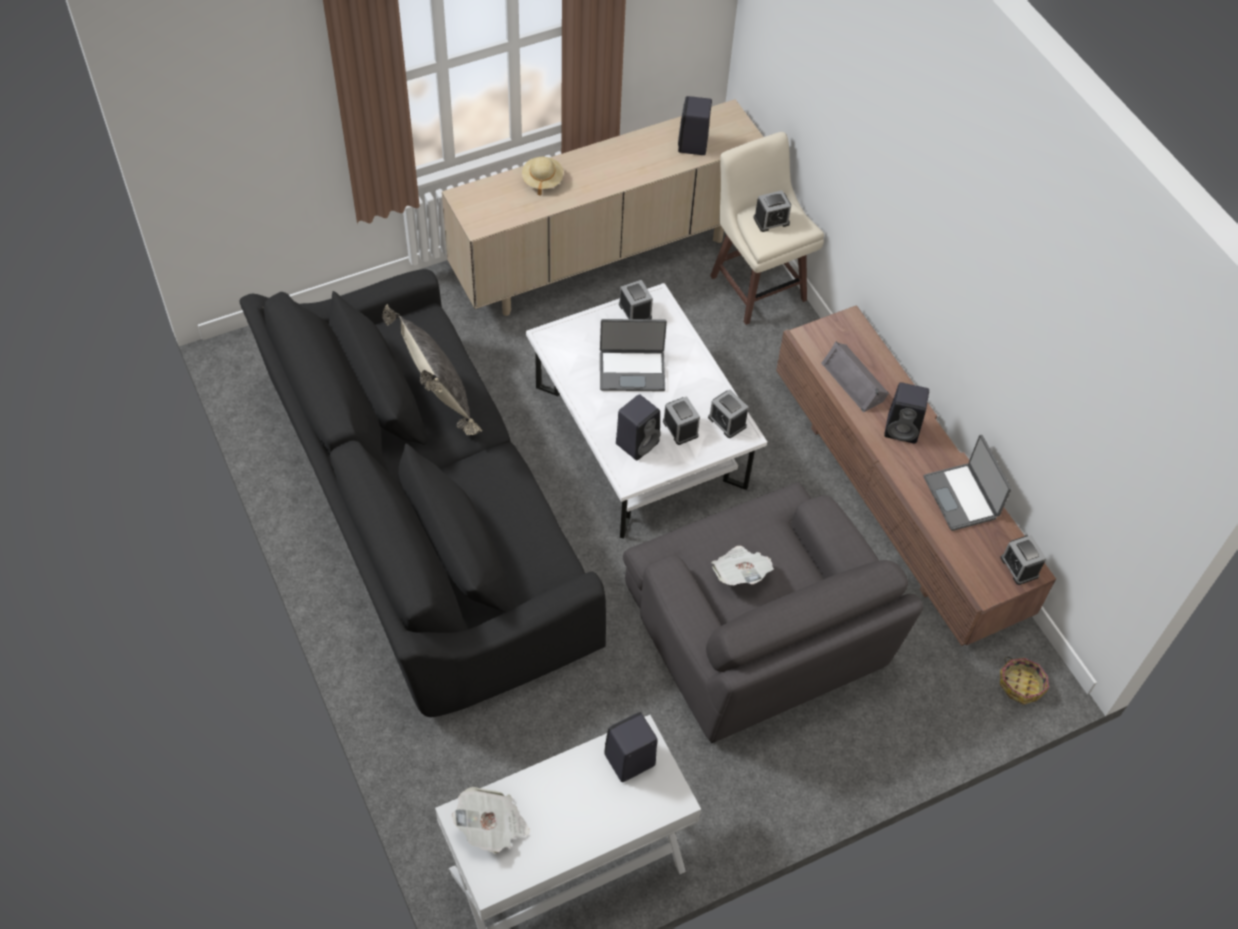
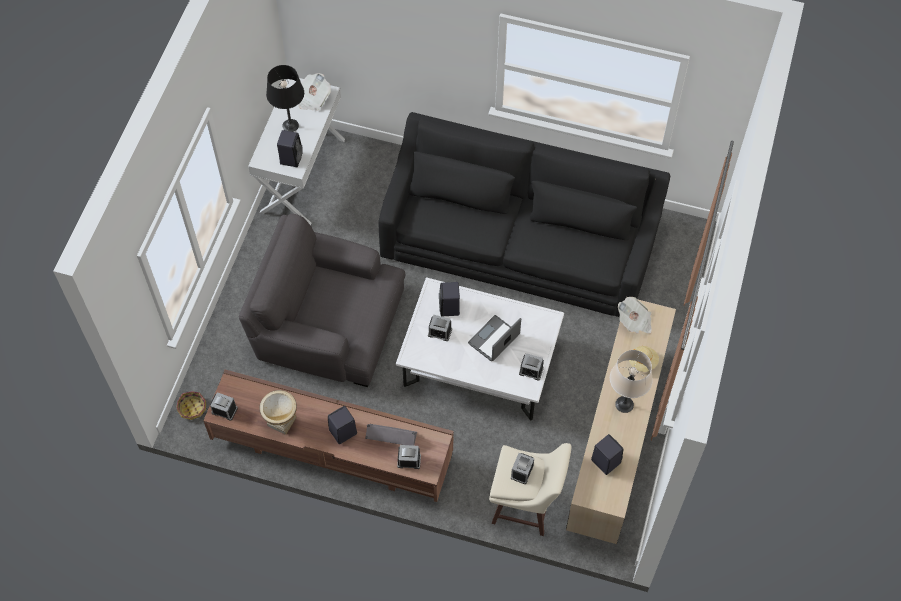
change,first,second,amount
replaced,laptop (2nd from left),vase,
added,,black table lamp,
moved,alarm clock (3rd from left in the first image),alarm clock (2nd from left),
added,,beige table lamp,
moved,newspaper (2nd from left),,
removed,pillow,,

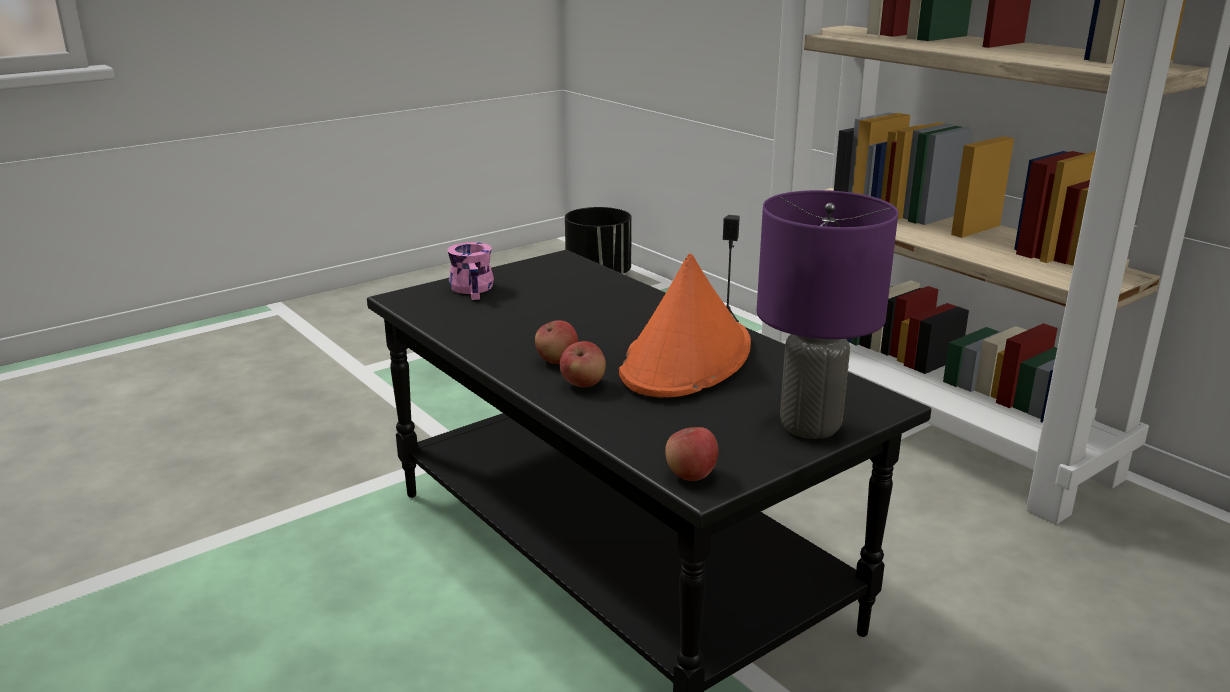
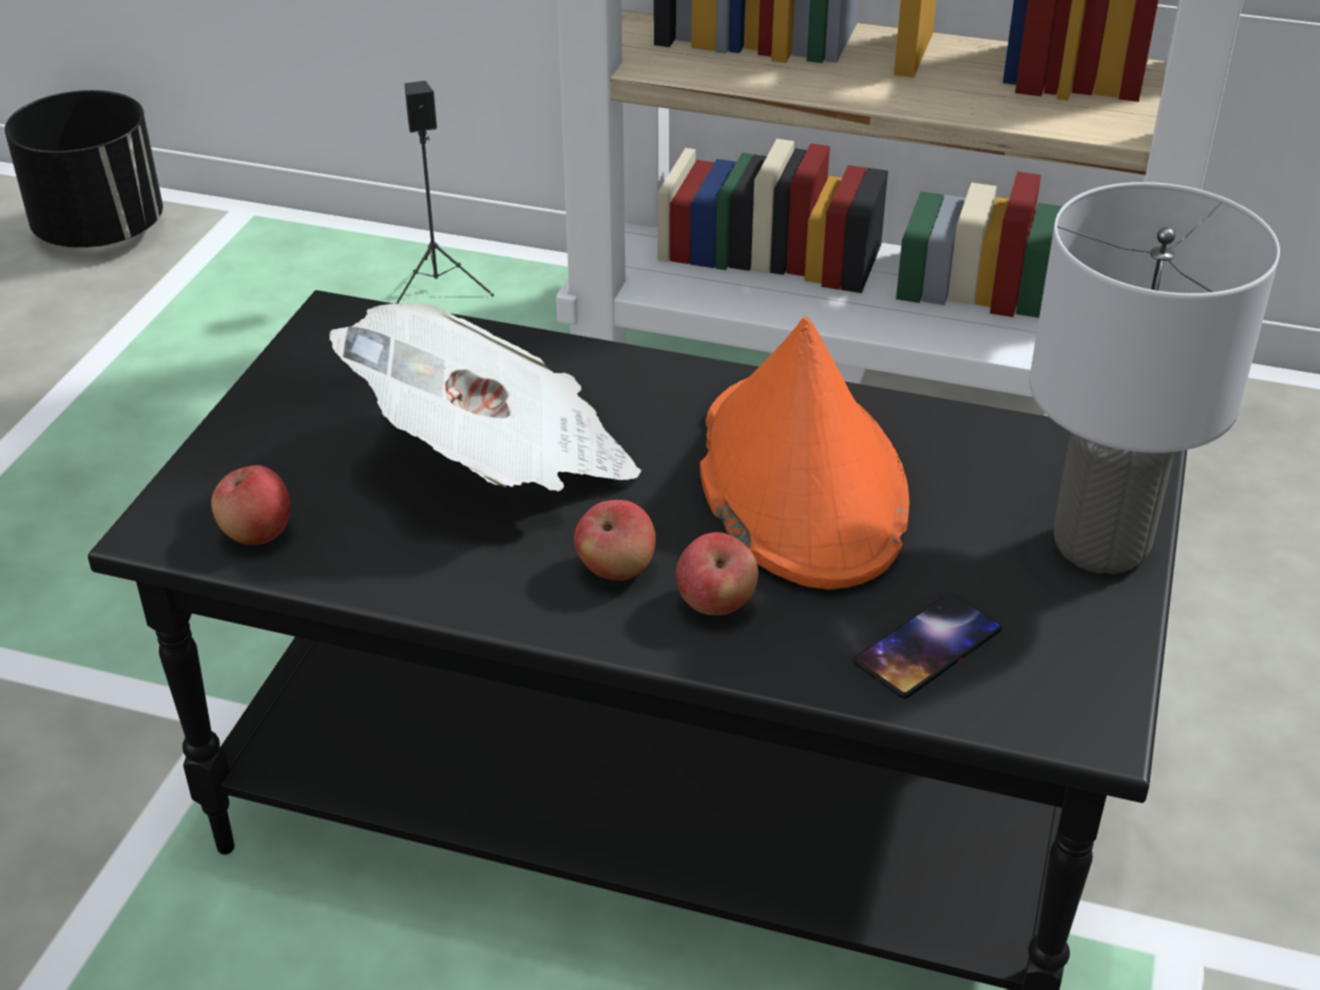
change,first,second,amount
moved,apple (3rd from left in the first image),apple (1st from left),
added,,newspaper,
added,,phone,
recoloured,purple table lamp,white table lamp,
removed,pink mug,,

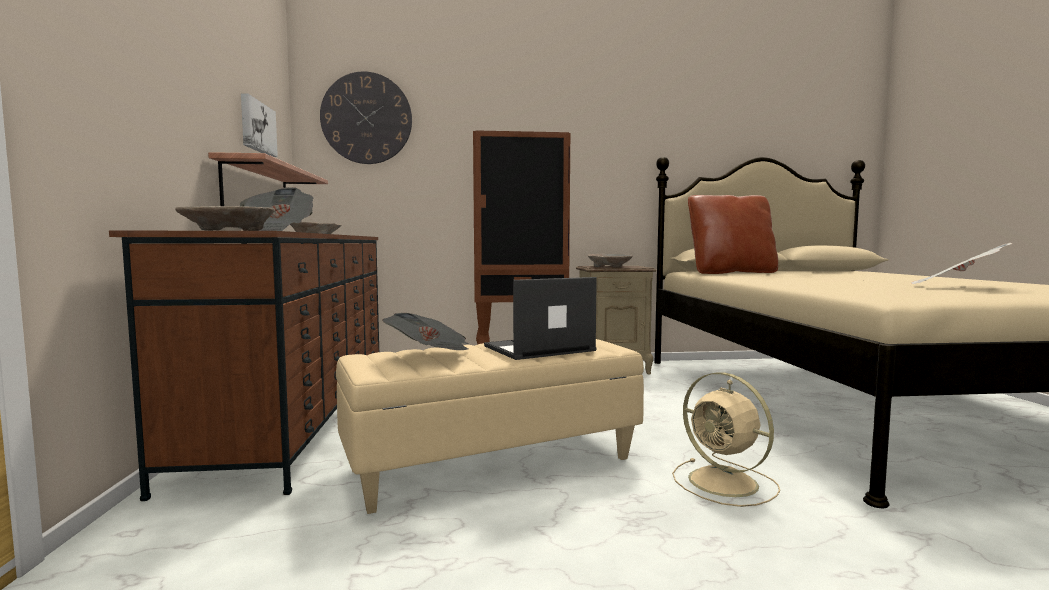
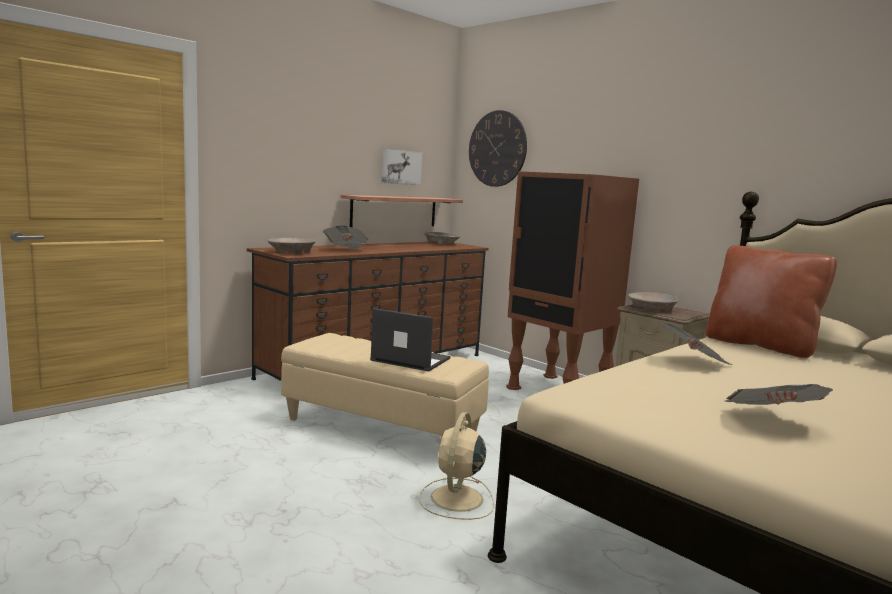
change,first,second,amount
moved,newspaper (2nd from left),,

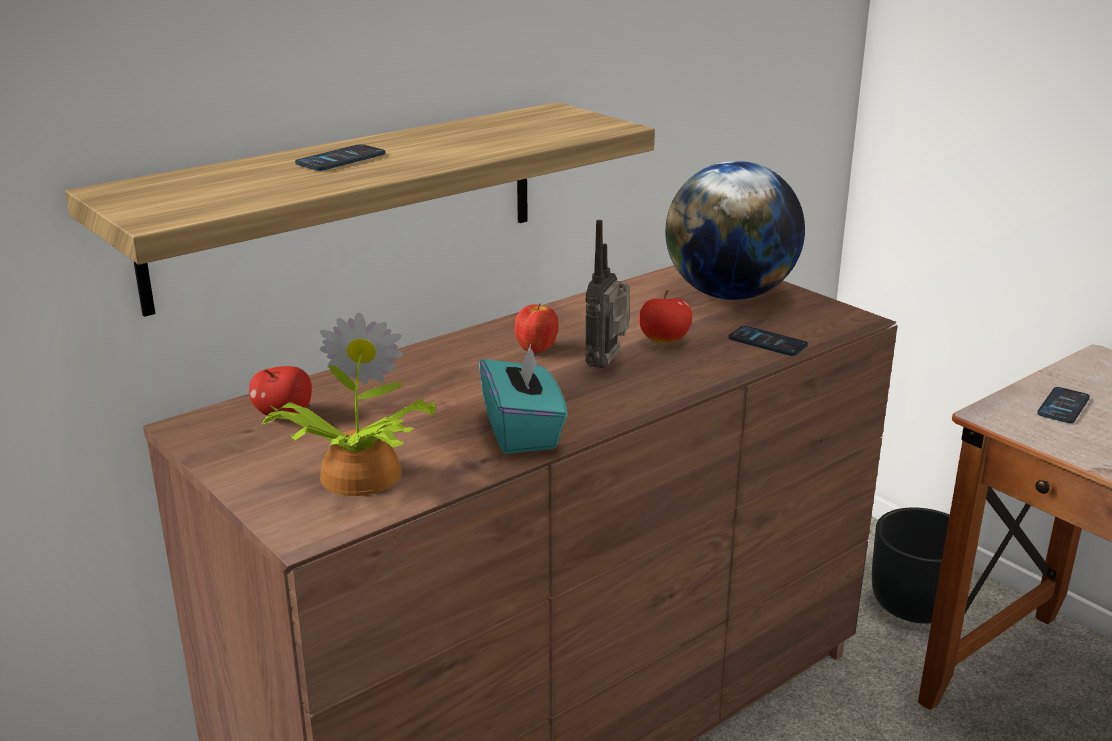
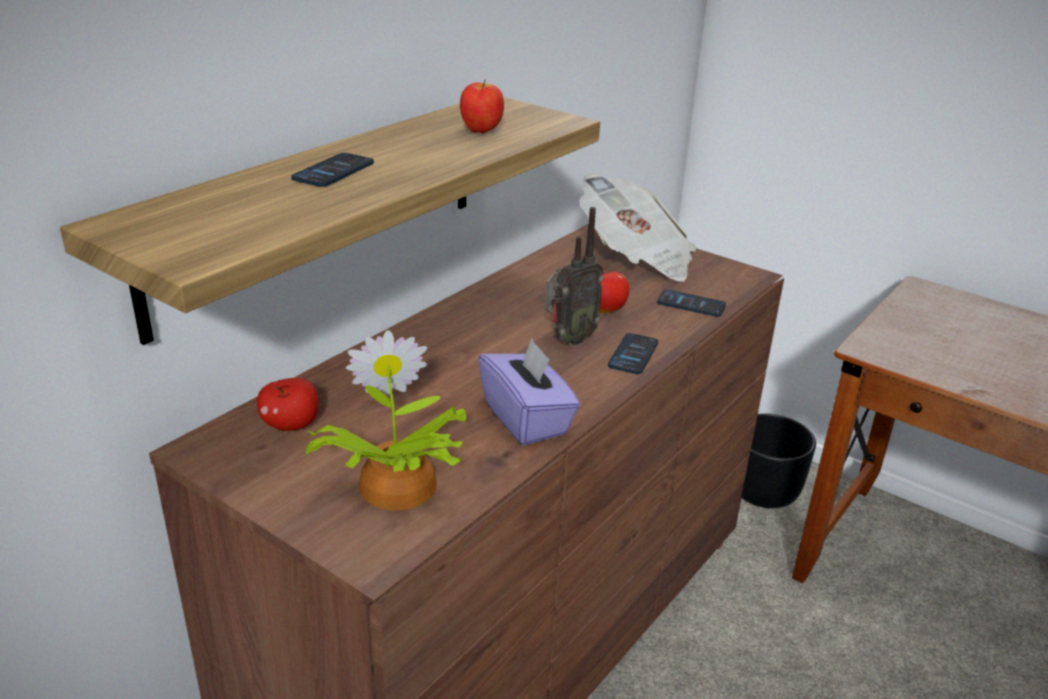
change,first,second,amount
moved,apple (2nd from left),,
recoloured,turquoise tissue box,purple tissue box,
turned,radio,,135 degrees counterclockwise
replaced,globe,newspaper,
moved,phone (3rd from left in the first image),phone (2nd from left),

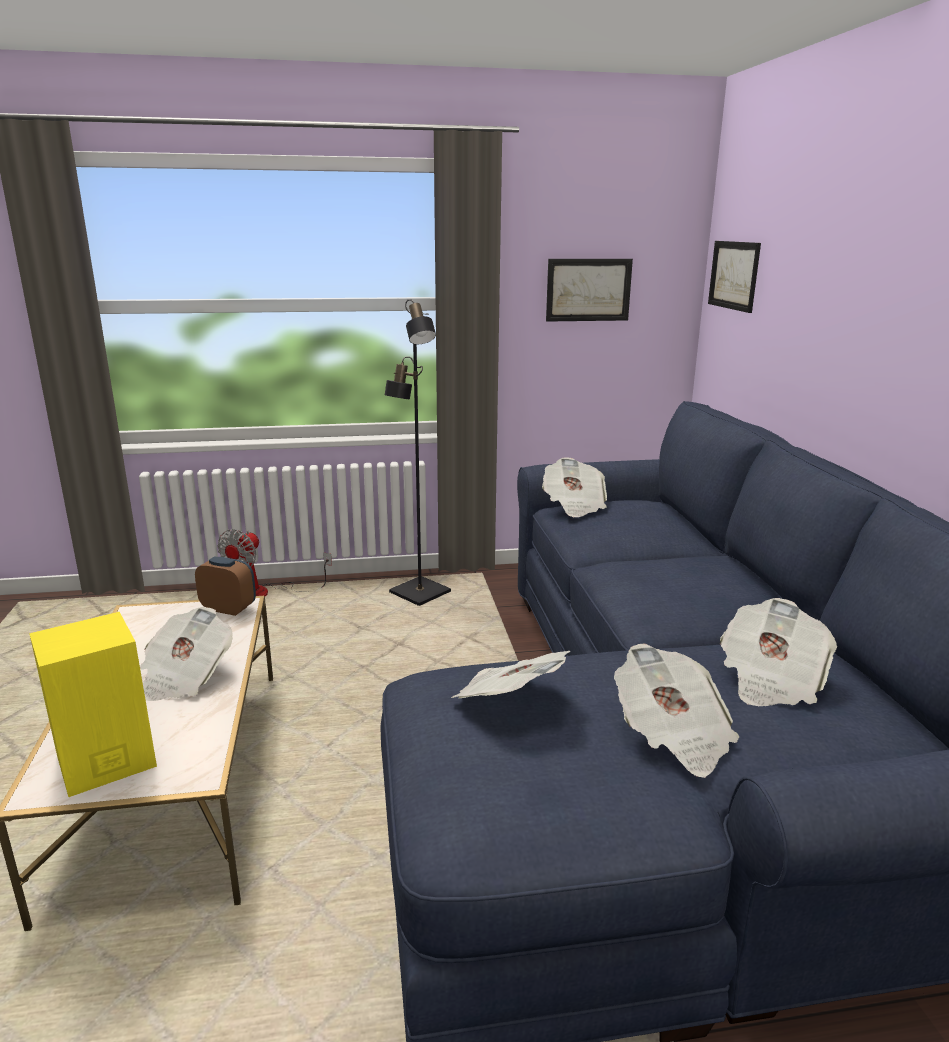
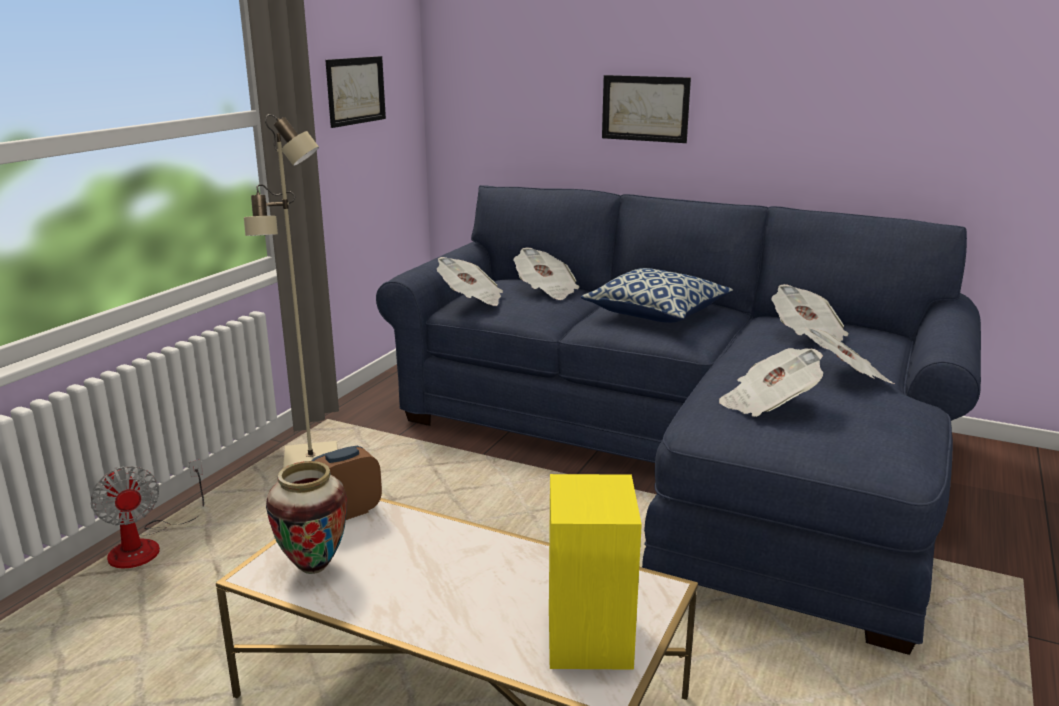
change,first,second,amount
recoloured,black floor lamp,beige floor lamp,
added,,vase,
moved,newspaper (1st from left in the first image),newspaper (2nd from left),
added,,pillow,
moved,picture (2nd from left),,

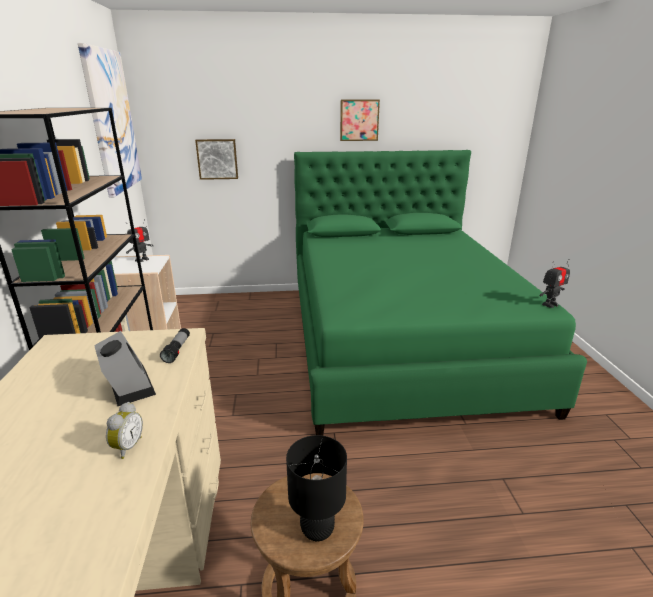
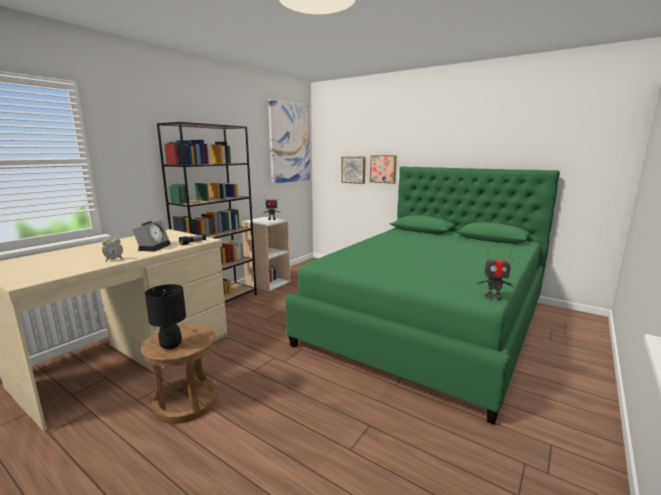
change,first,second,amount
moved,picture (3rd from left),,

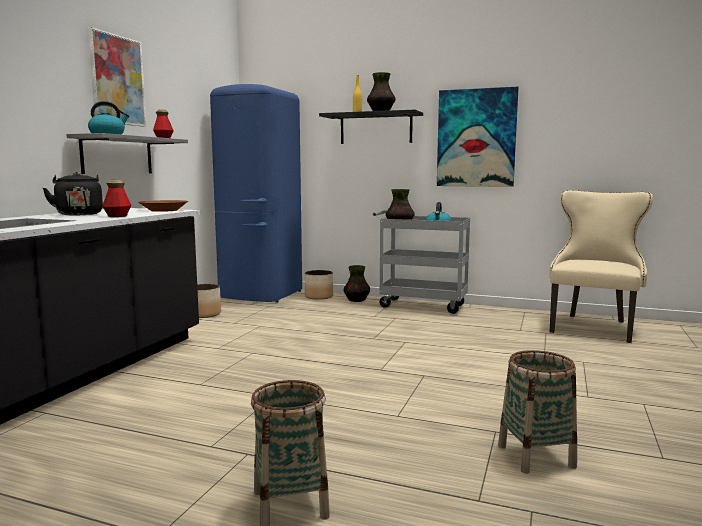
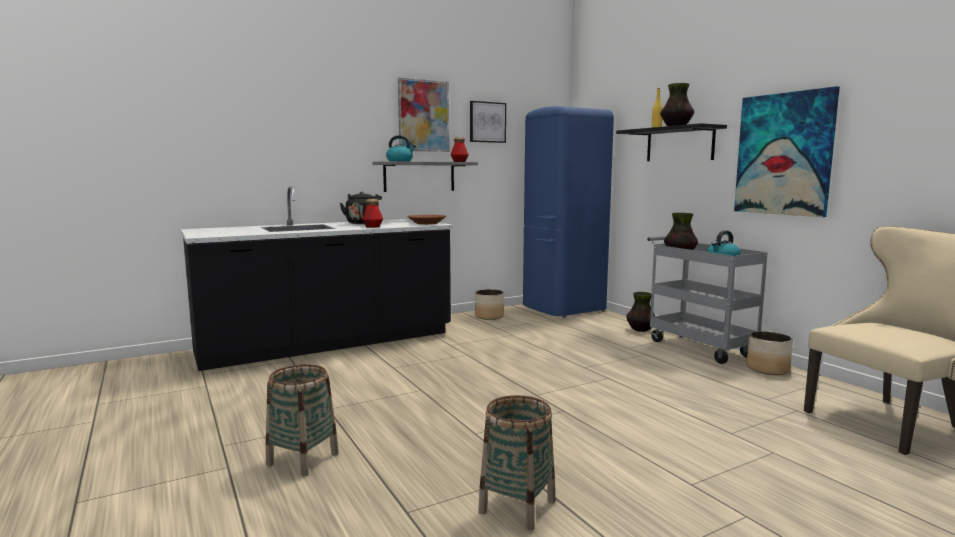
change,first,second,amount
added,,picture (2nd from left),
moved,planter (2nd from left),,

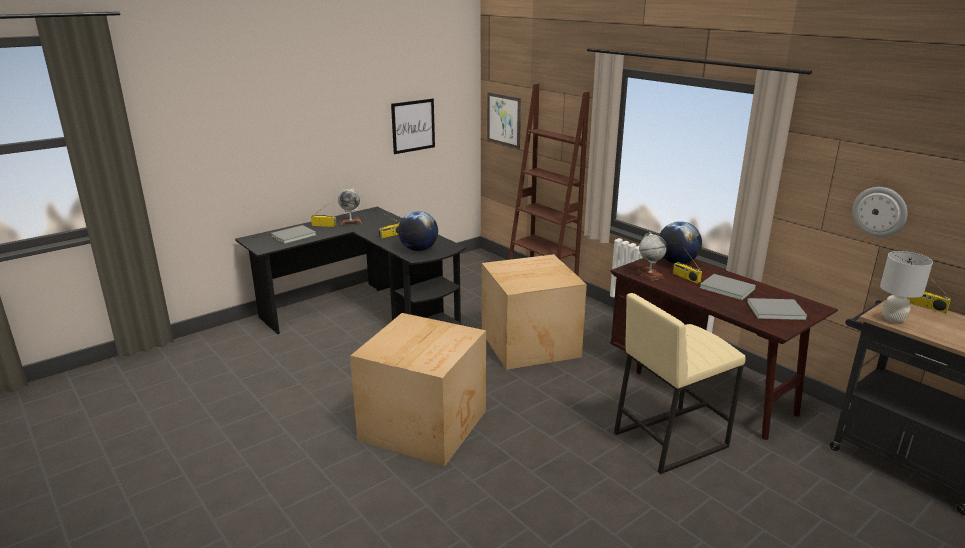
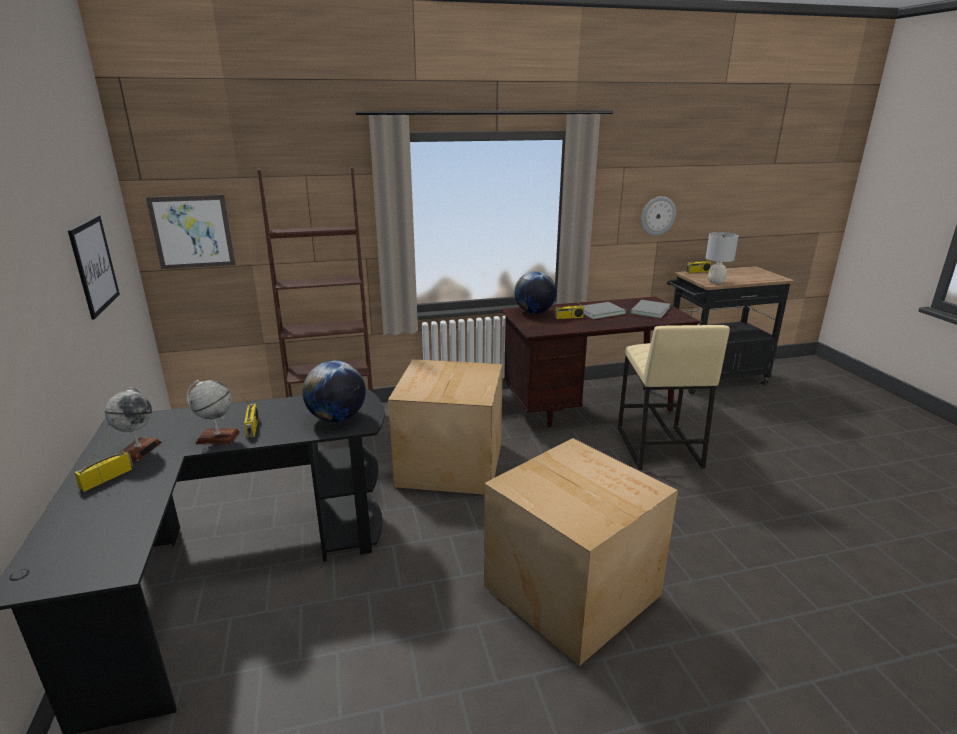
change,first,second,amount
moved,globe (3rd from left in the first image),globe (2nd from left),
removed,grey book (1st from left),,

